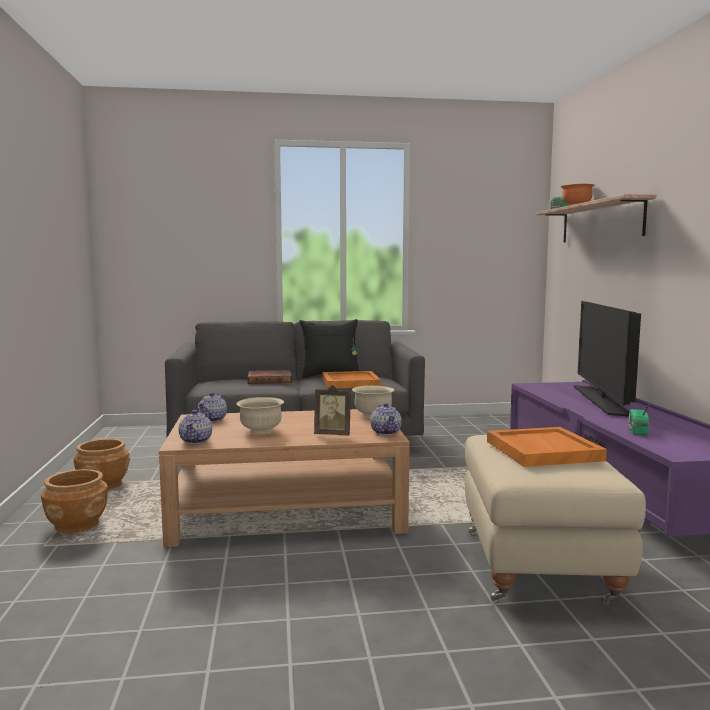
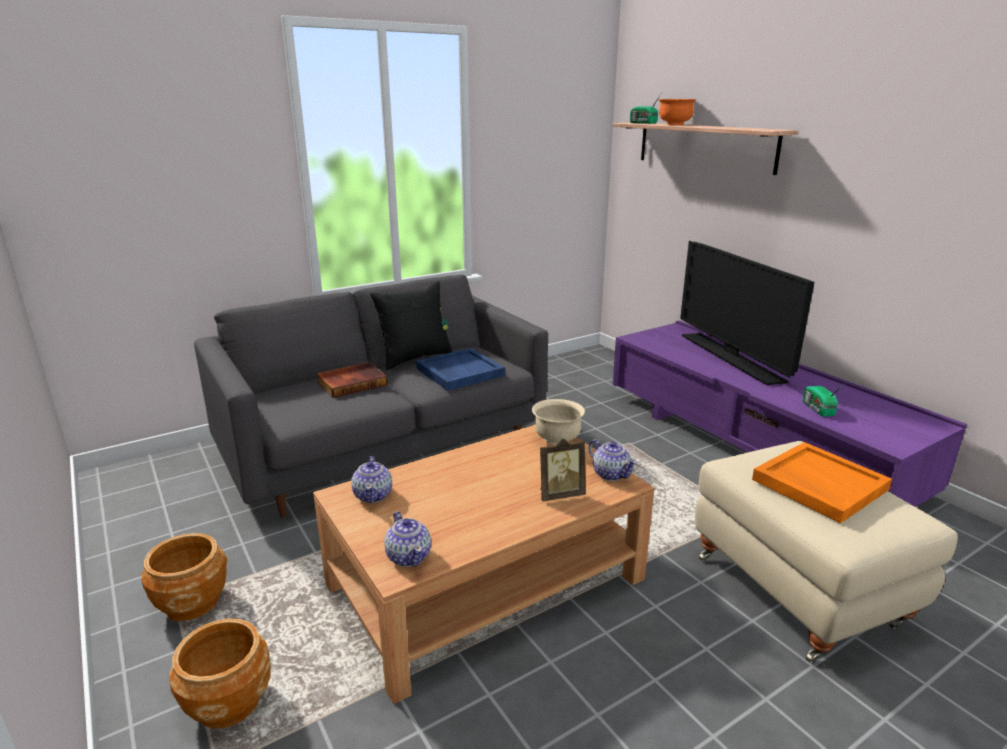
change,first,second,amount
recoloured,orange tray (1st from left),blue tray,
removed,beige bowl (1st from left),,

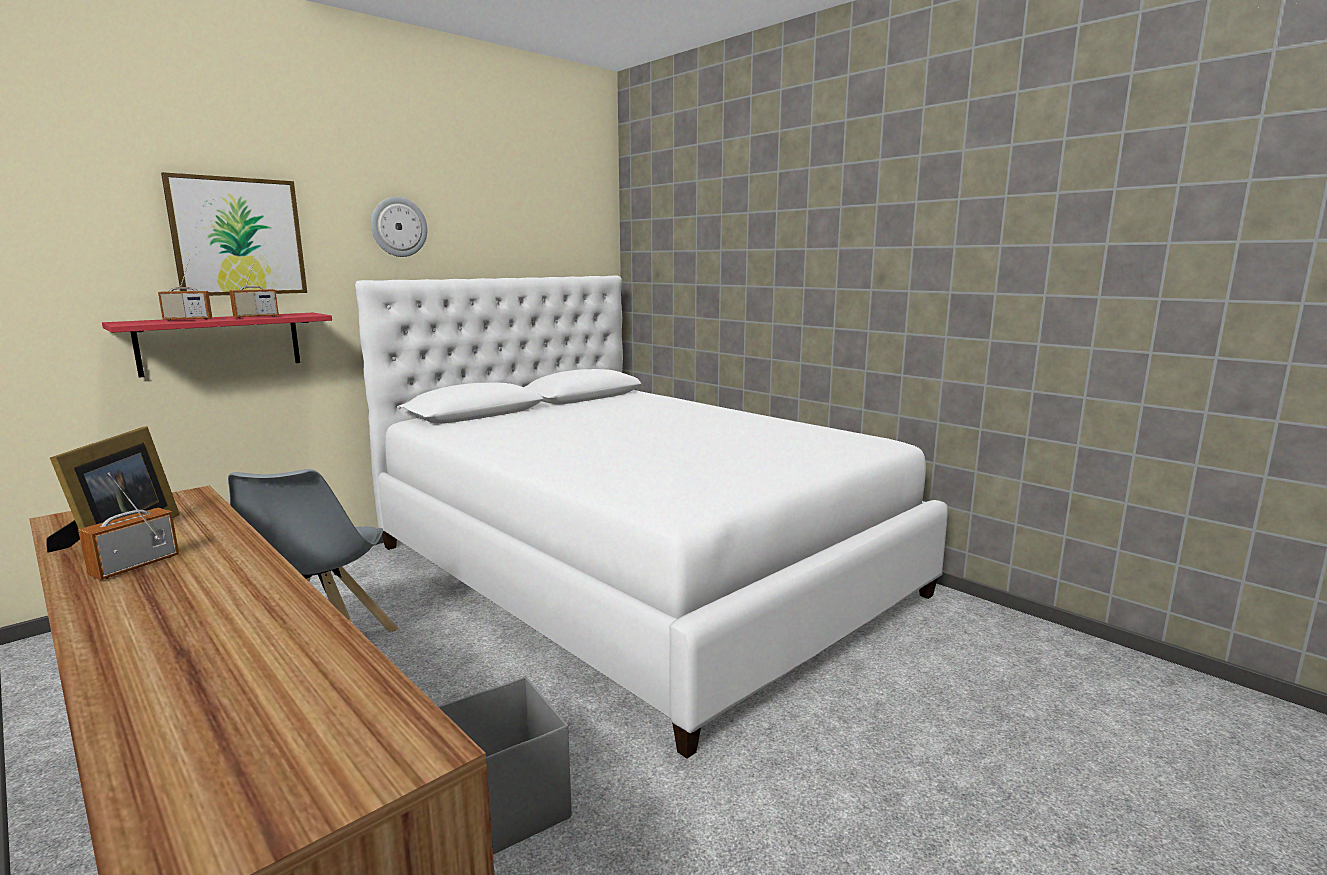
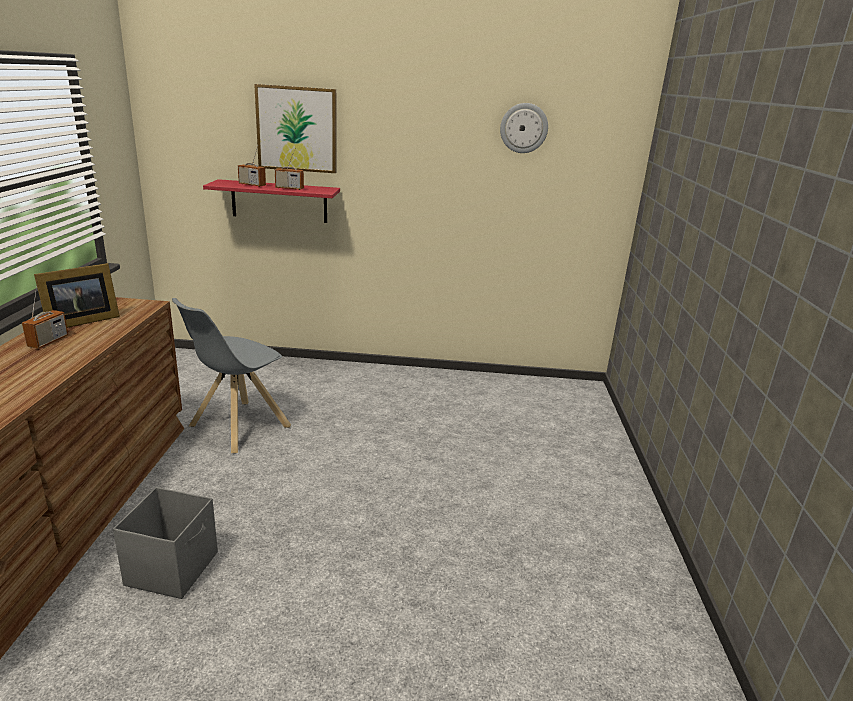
change,first,second,amount
turned,radio (1st from left),,120 degrees clockwise
moved,wall clock,,
removed,white bed,,

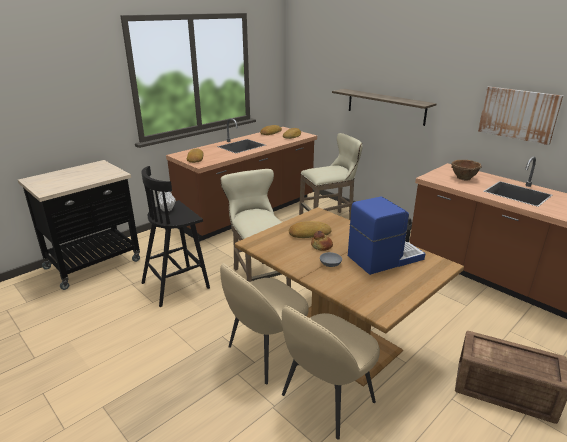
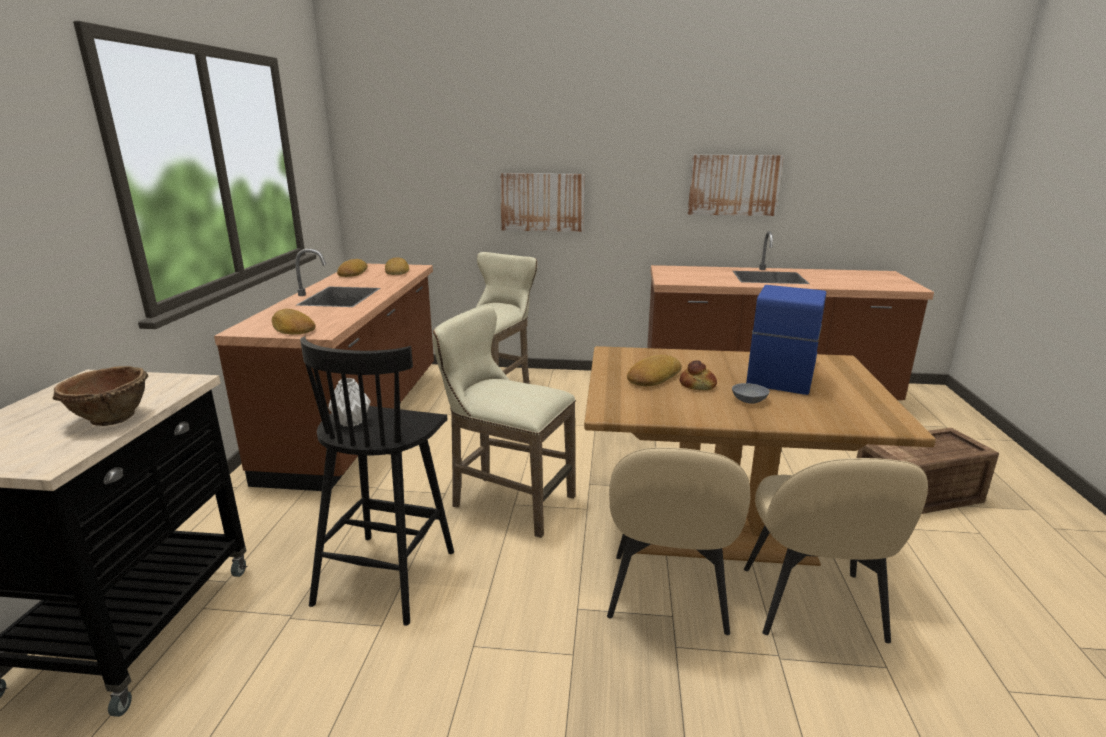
change,first,second,amount
moved,brown bowl,,
replaced,shelf,picture (1st from left),

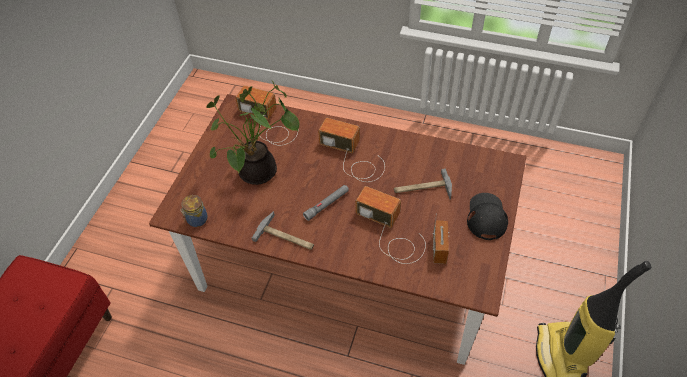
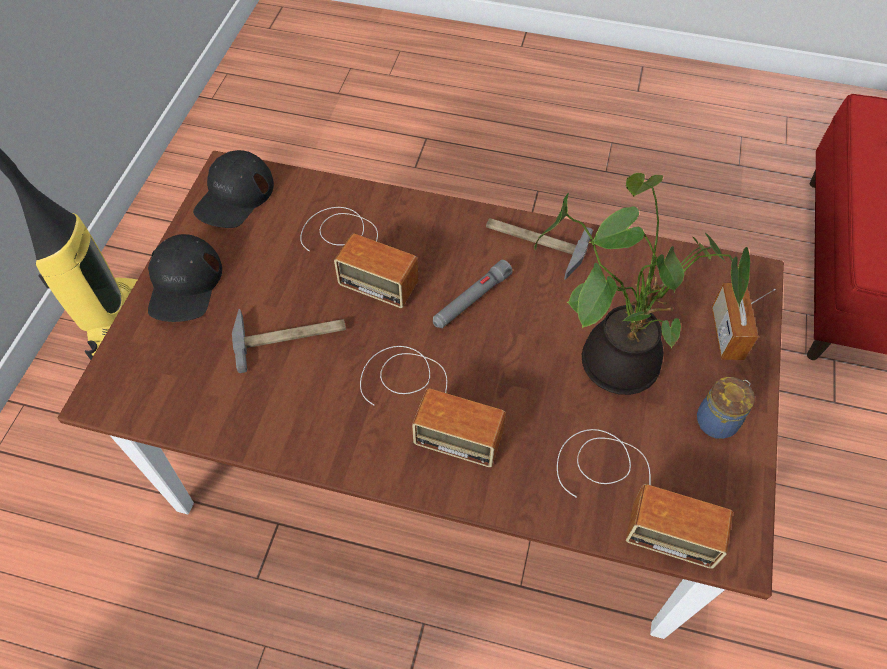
change,first,second,amount
added,,black cap (2nd from left),
moved,jar,,
moved,radio (4th from left),,

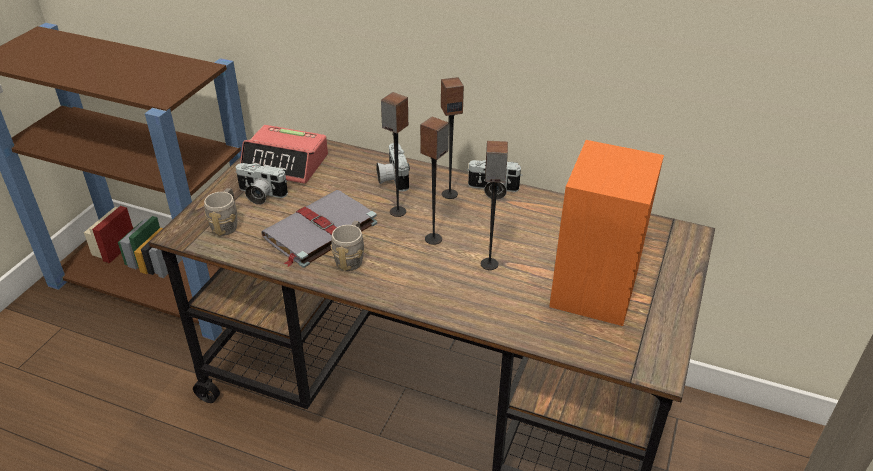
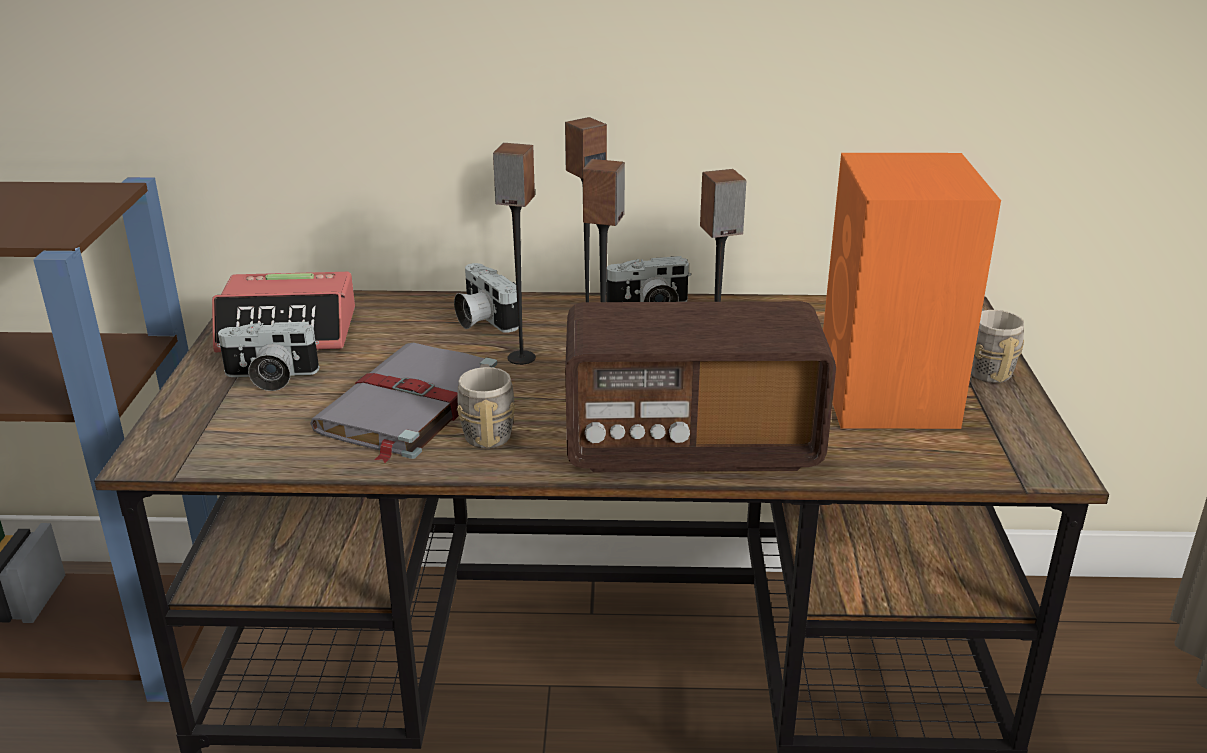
change,first,second,amount
added,,radio,
moved,grey mug (1st from left in the first image),grey mug (2nd from left),

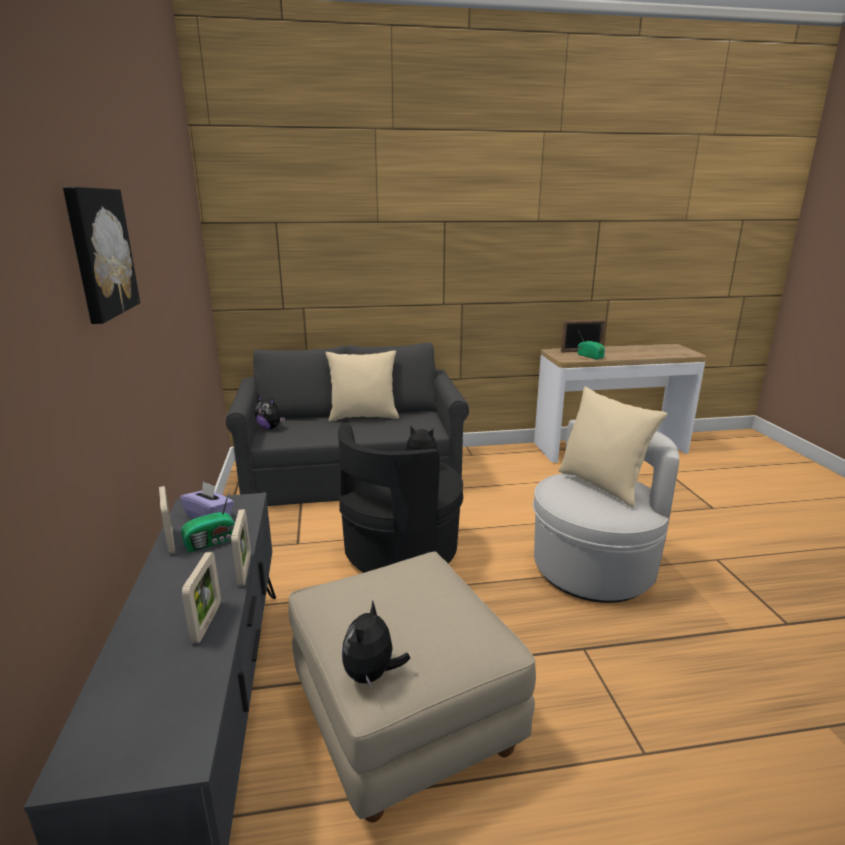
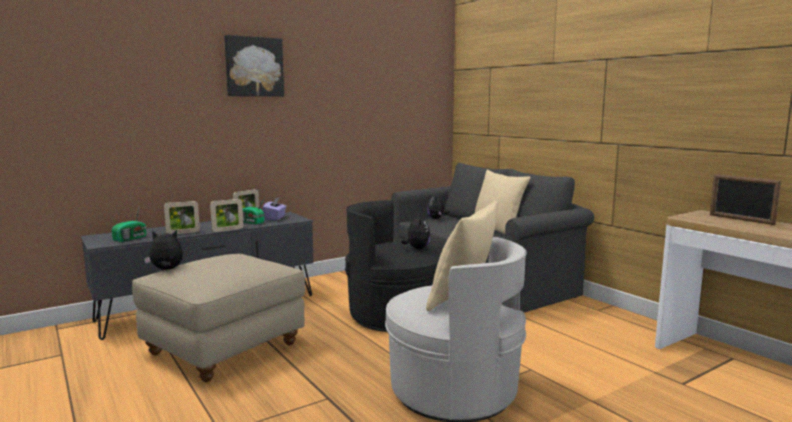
change,first,second,amount
moved,radio (2nd from left in the first image),radio (1st from left),

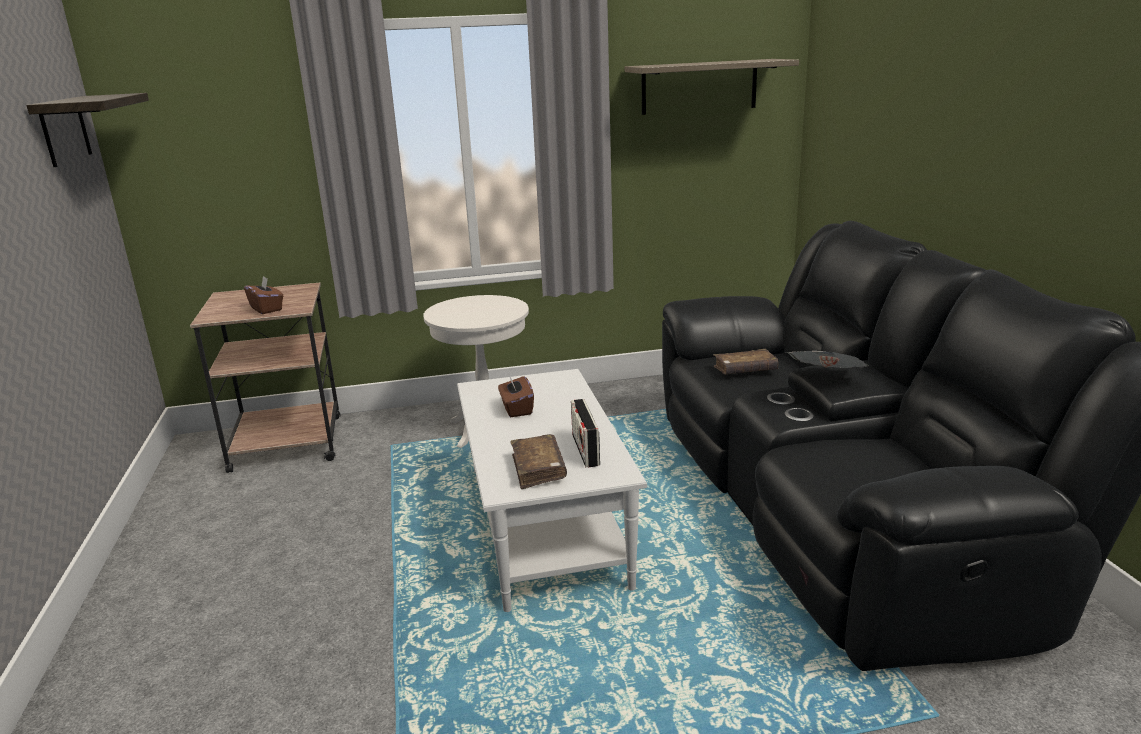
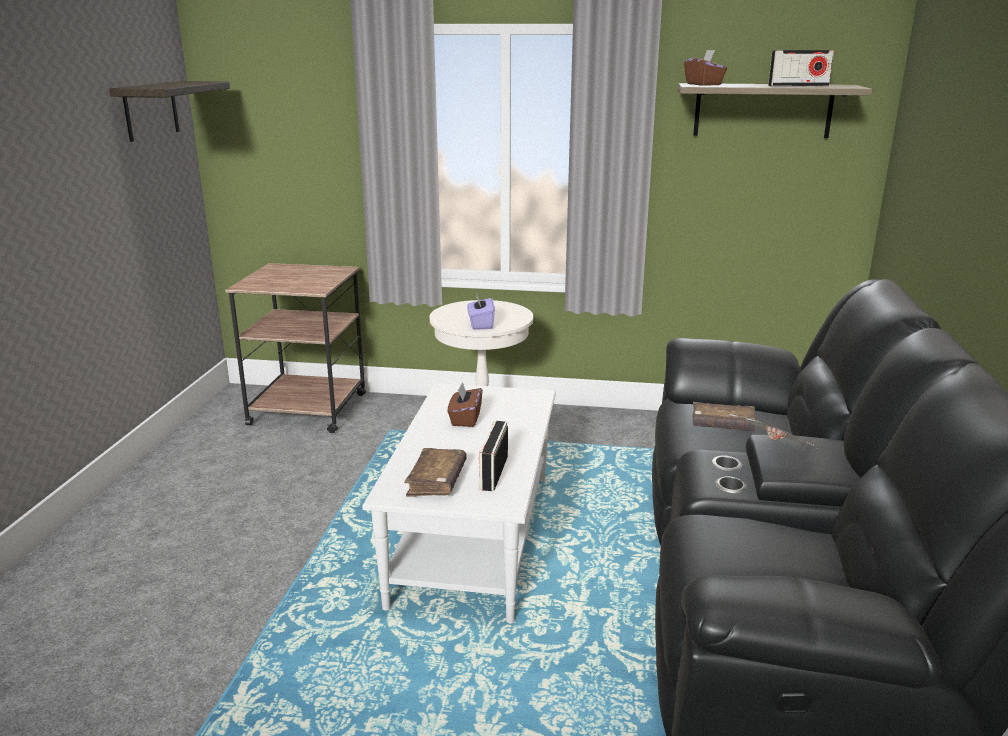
change,first,second,amount
added,,purple tissue box,
moved,brown tissue box (1st from left in the first image),brown tissue box (2nd from left),
added,,radio (2nd from left),

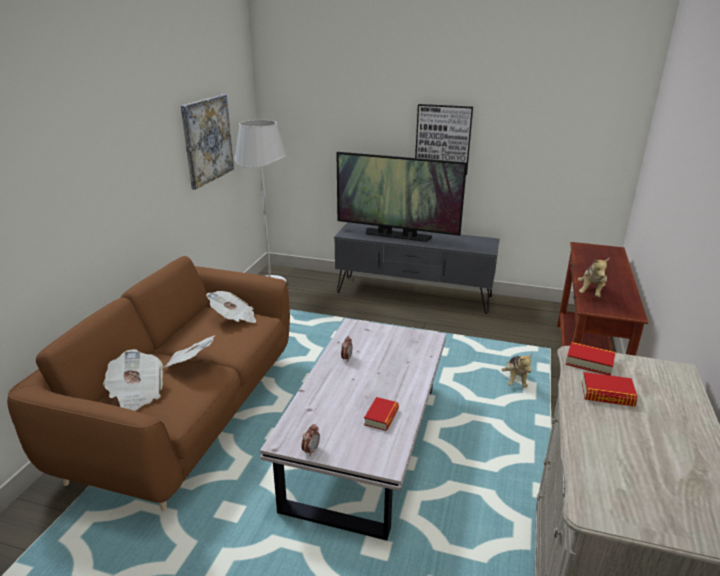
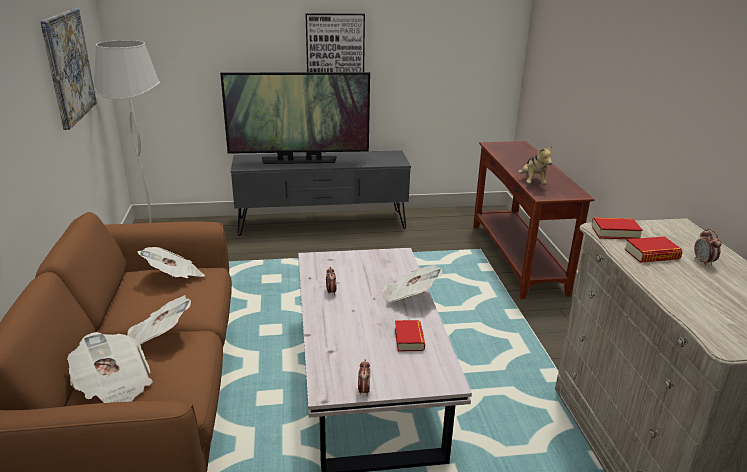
change,first,second,amount
added,,newspaper (4th from left),
added,,alarm clock (3rd from left),
removed,plush toy (1st from left),,

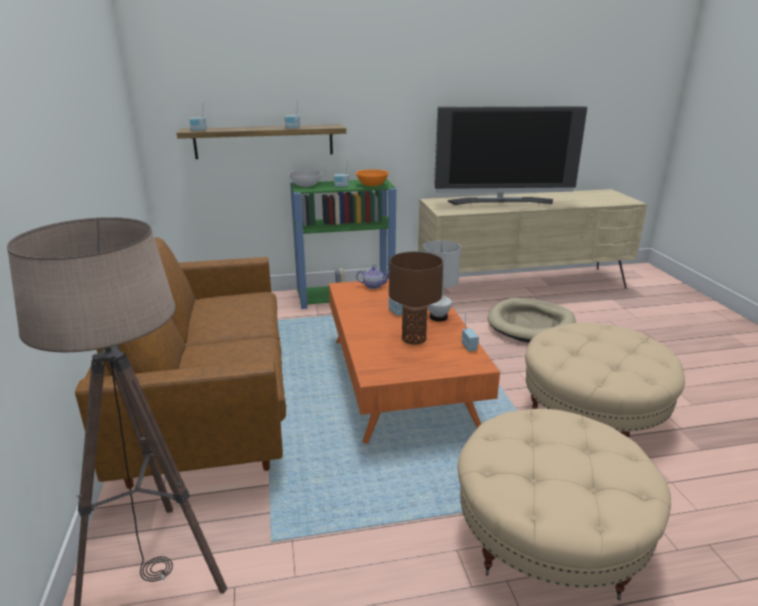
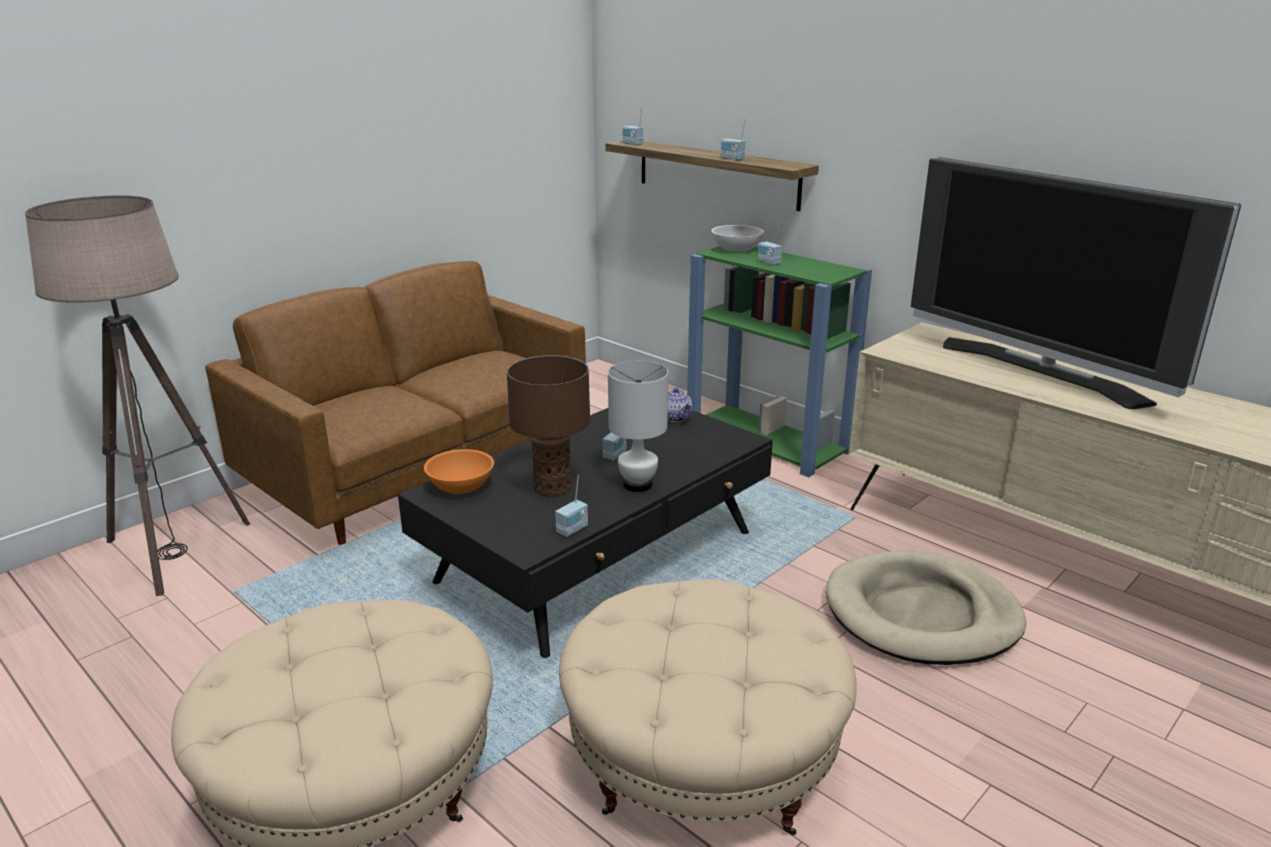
change,first,second,amount
recoloured,orange coffee table,black coffee table,
moved,orange bowl,,

